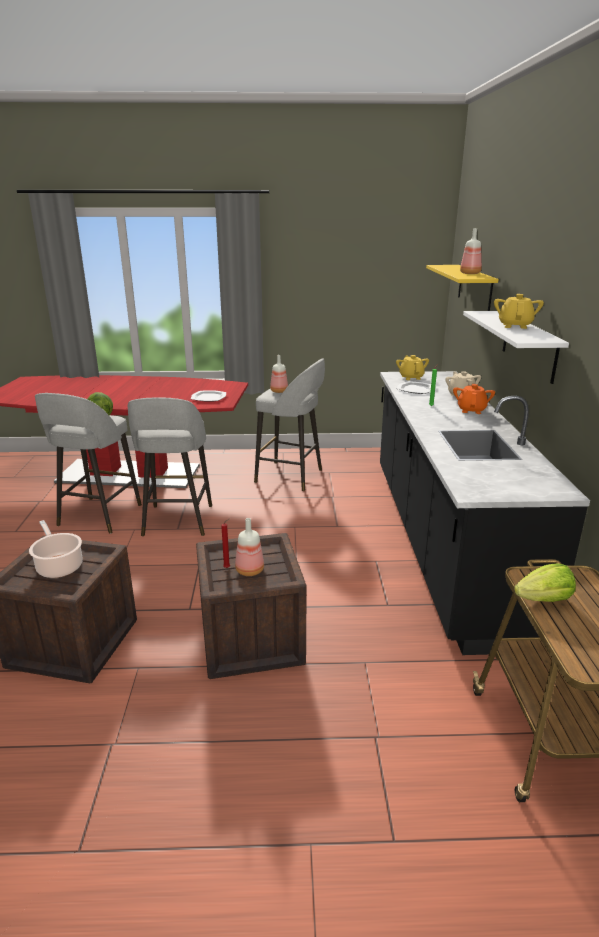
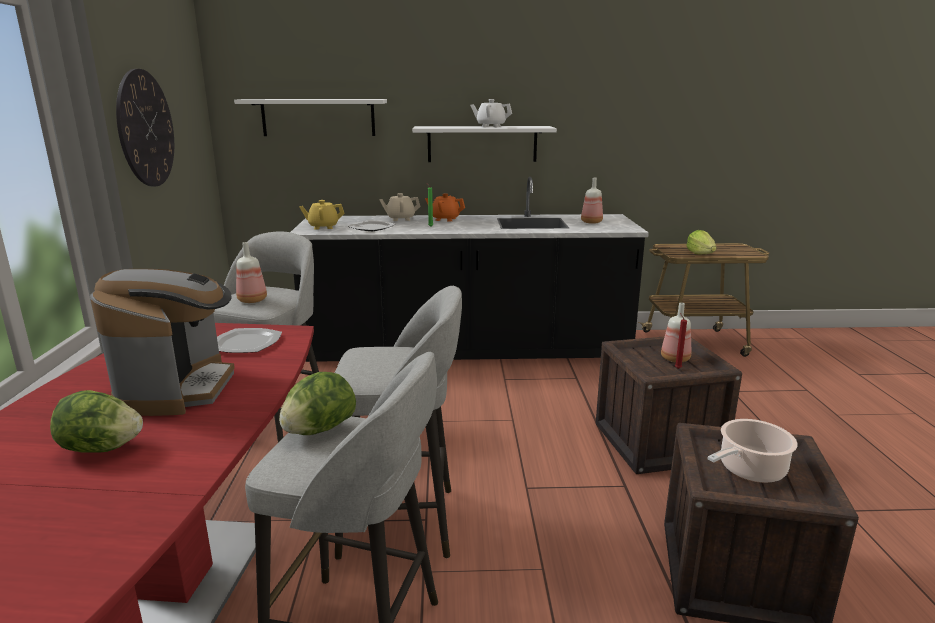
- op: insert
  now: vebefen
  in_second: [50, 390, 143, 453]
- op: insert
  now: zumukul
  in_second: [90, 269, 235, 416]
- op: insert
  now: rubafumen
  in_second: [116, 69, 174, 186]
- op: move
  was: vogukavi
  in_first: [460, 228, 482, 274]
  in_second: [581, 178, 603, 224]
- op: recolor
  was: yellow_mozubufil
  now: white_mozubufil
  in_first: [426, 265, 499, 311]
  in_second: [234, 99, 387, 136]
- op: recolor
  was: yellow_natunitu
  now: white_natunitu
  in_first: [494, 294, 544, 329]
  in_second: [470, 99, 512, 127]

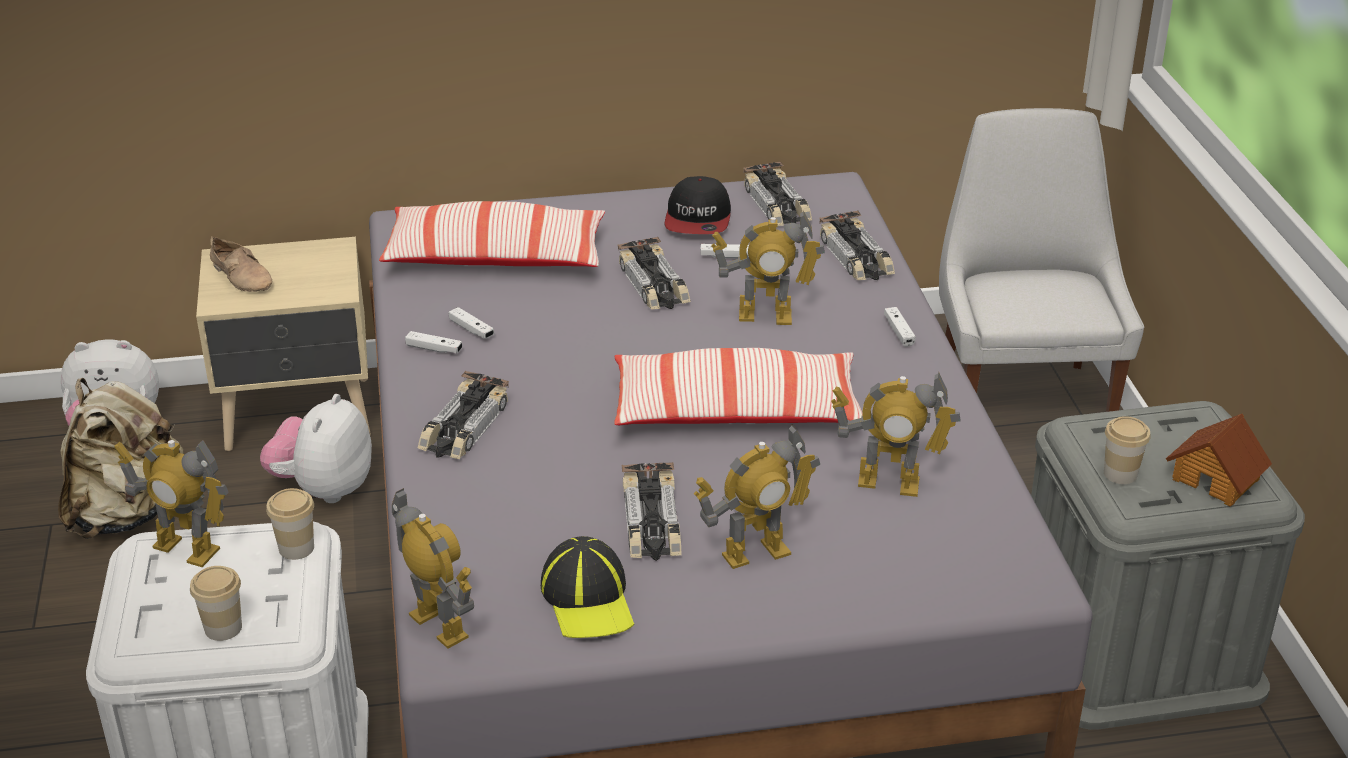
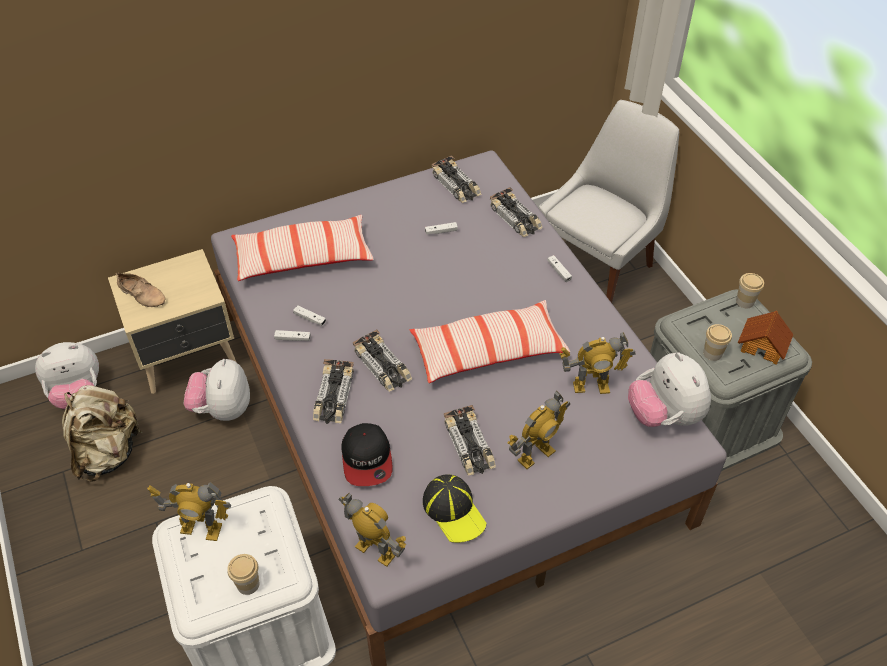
- op: delete
  was: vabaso
  in_first: [711, 210, 825, 325]
- op: insert
  now: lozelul
  in_second: [628, 352, 711, 427]
- op: move
  was: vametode
  in_first: [266, 488, 314, 560]
  in_second: [736, 273, 764, 308]
- op: move
  was: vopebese
  in_first: [618, 237, 691, 310]
  in_second: [352, 330, 412, 392]
- op: move
  was: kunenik
  in_first: [665, 176, 731, 234]
  in_second: [341, 423, 392, 486]
- op: rotate
  was: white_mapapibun
  in_first: [939, 108, 1144, 412]
  in_second: [539, 100, 679, 303]
  clockwise: 60

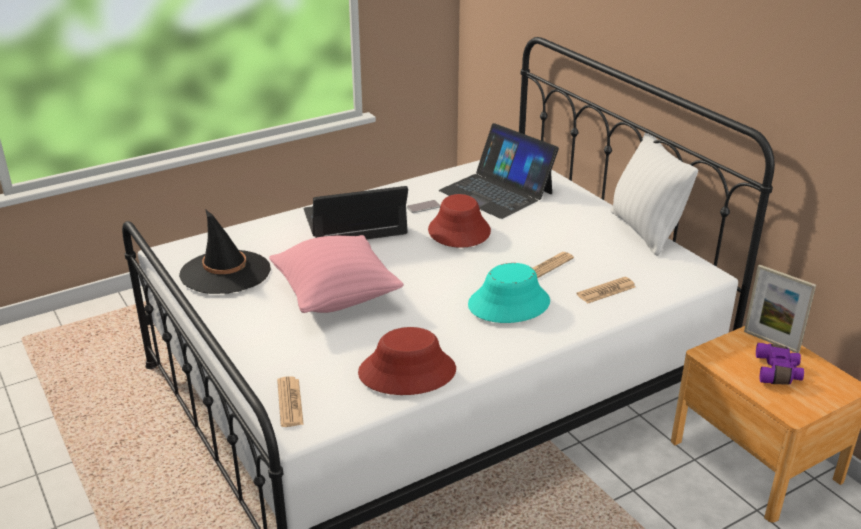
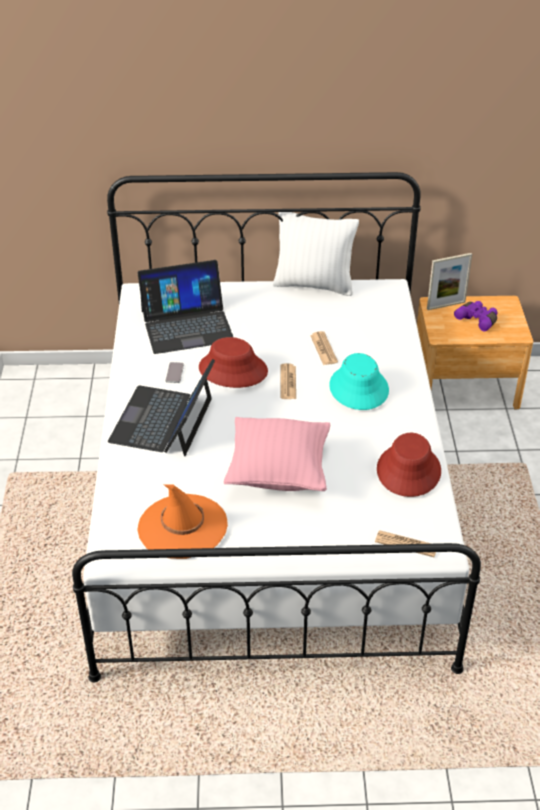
- op: move
  was: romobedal
  in_first: [577, 277, 636, 303]
  in_second: [281, 363, 296, 399]
- op: recolor
  was: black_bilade
  now: orange_bilade
  in_first: [179, 209, 271, 294]
  in_second: [137, 484, 228, 559]

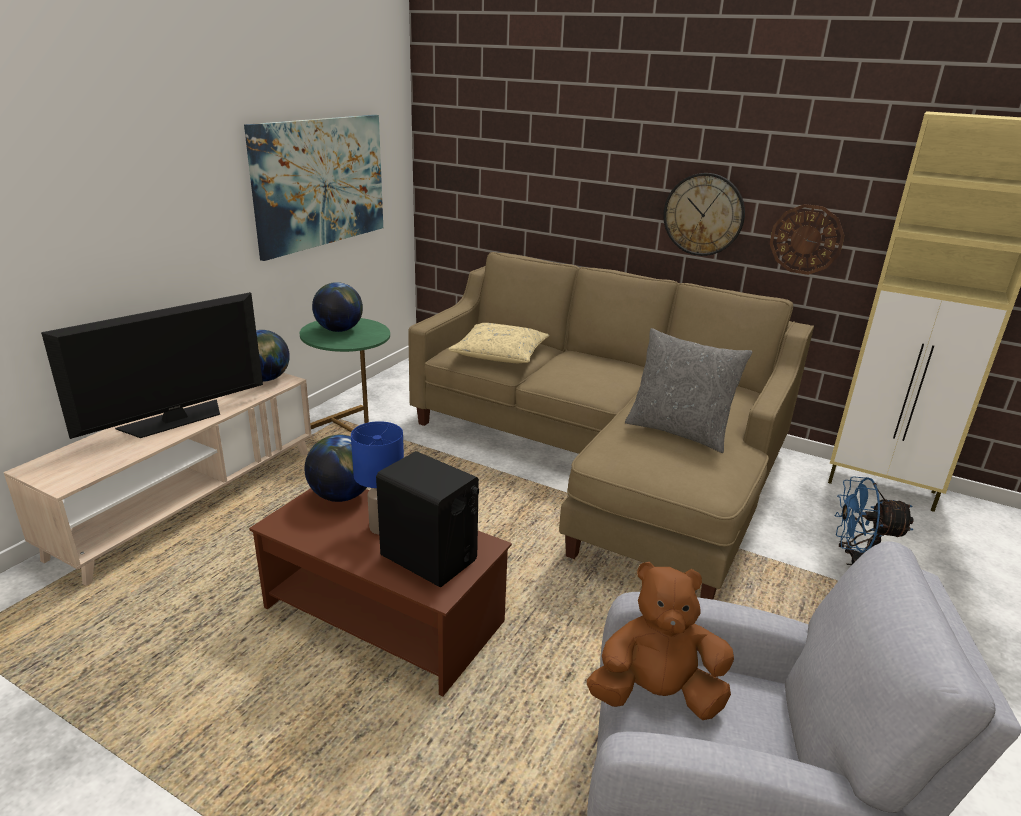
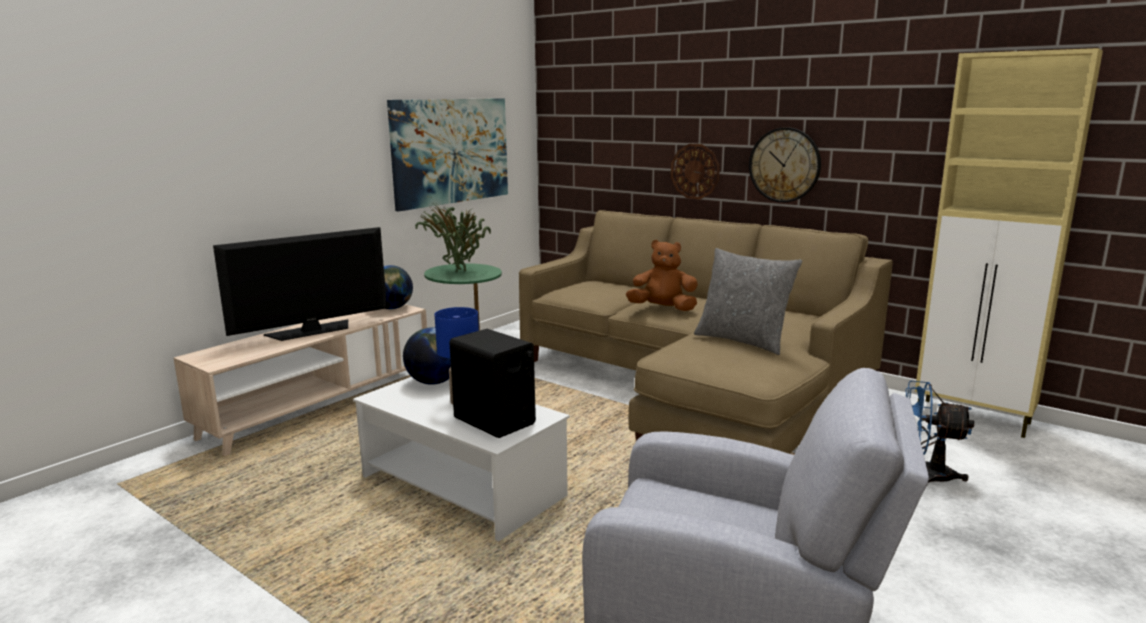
- op: delete
  was: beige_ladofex
  in_first: [448, 323, 549, 363]
- op: move
  was: brown_lozelul
  in_first: [587, 562, 734, 720]
  in_second: [626, 240, 698, 311]
- op: move
  was: rubafumen
  in_first: [770, 204, 845, 275]
  in_second: [671, 144, 720, 199]
- op: replace
  was: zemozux
  now: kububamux
  in_first: [312, 282, 363, 332]
  in_second: [415, 204, 491, 272]
- op: recolor
  was: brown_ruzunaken
  now: white_ruzunaken
  in_first: [249, 488, 512, 696]
  in_second: [353, 377, 570, 542]

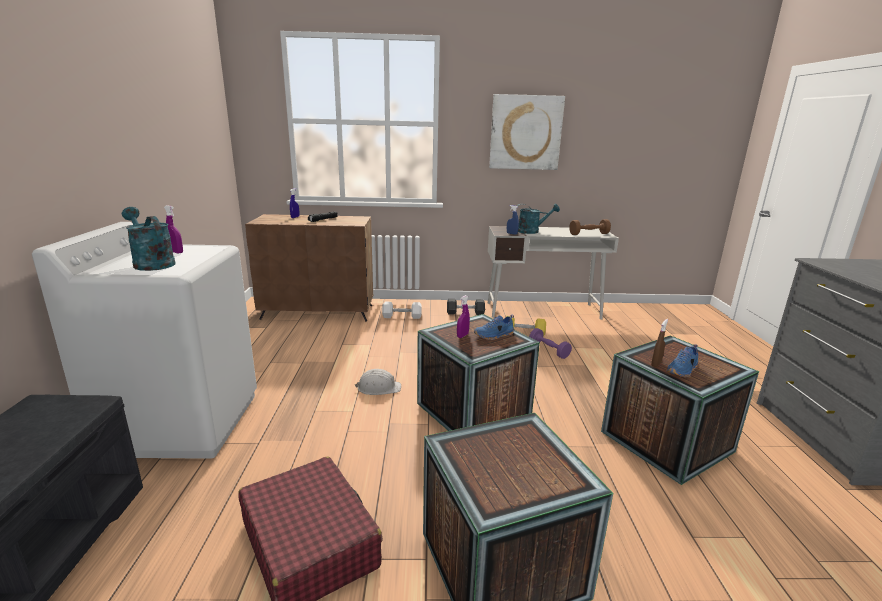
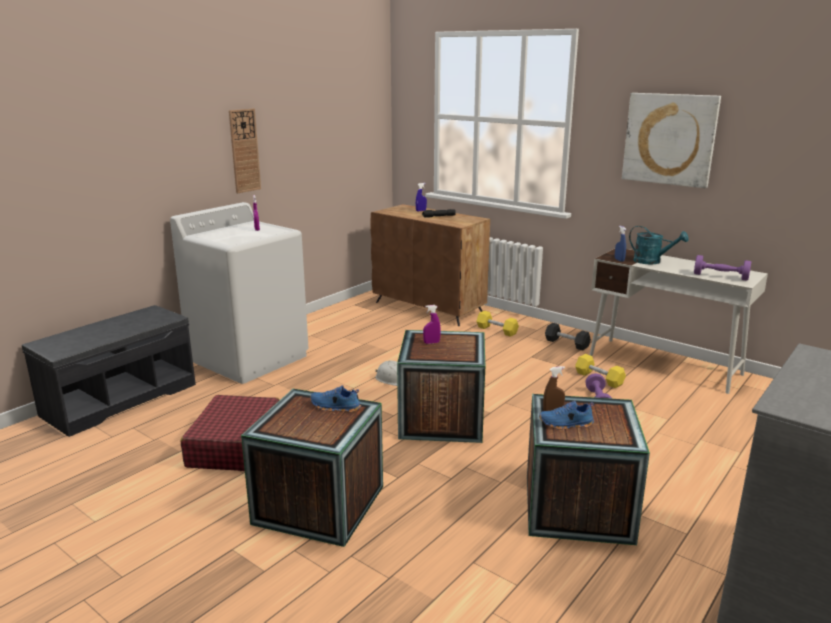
- op: delete
  was: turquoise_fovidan
  in_first: [122, 207, 176, 271]
- op: insert
  now: rubafumen
  in_second: [229, 109, 261, 193]
- op: move
  was: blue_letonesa
  in_first: [474, 315, 514, 340]
  in_second: [310, 385, 361, 412]
- op: recolor
  was: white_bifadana
  now: yellow_bifadana
  in_first: [382, 302, 422, 319]
  in_second: [476, 311, 519, 337]
- op: recolor
  was: brown_bifadana
  now: purple_bifadana
  in_first: [569, 219, 611, 235]
  in_second: [694, 255, 751, 281]

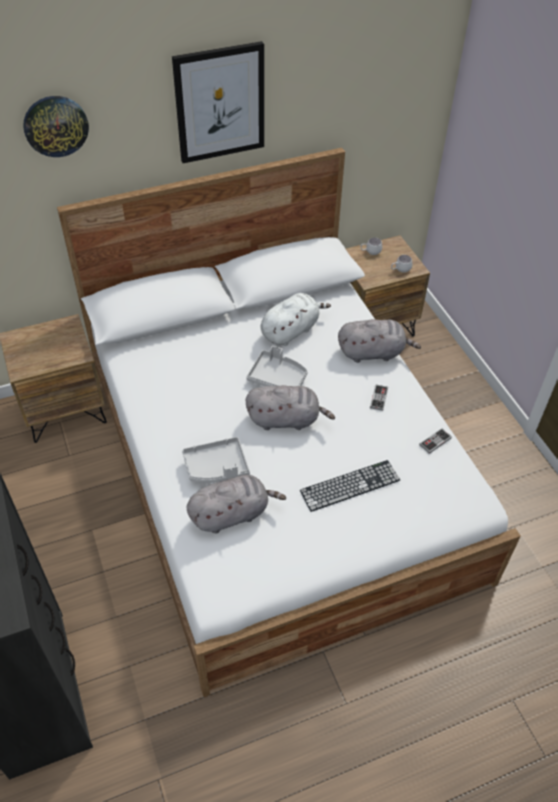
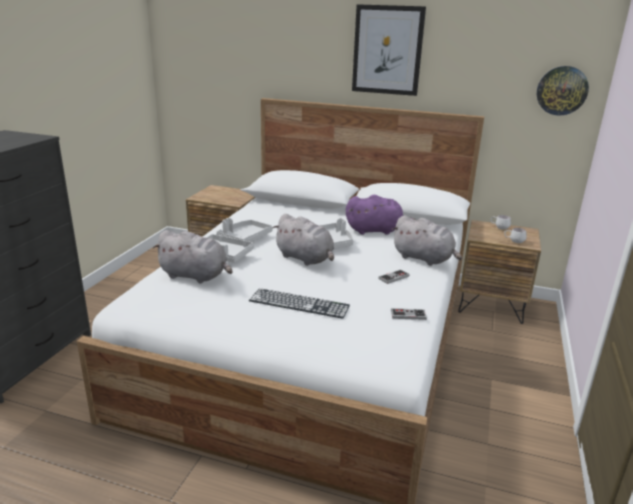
- op: insert
  now: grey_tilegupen
  in_second: [216, 218, 273, 242]
- op: move
  was: rubafumen
  in_first: [23, 96, 89, 157]
  in_second: [537, 66, 589, 116]
- op: recolor
  was: white_lozelul
  now: purple_lozelul
  in_first: [261, 293, 331, 346]
  in_second: [346, 195, 416, 235]

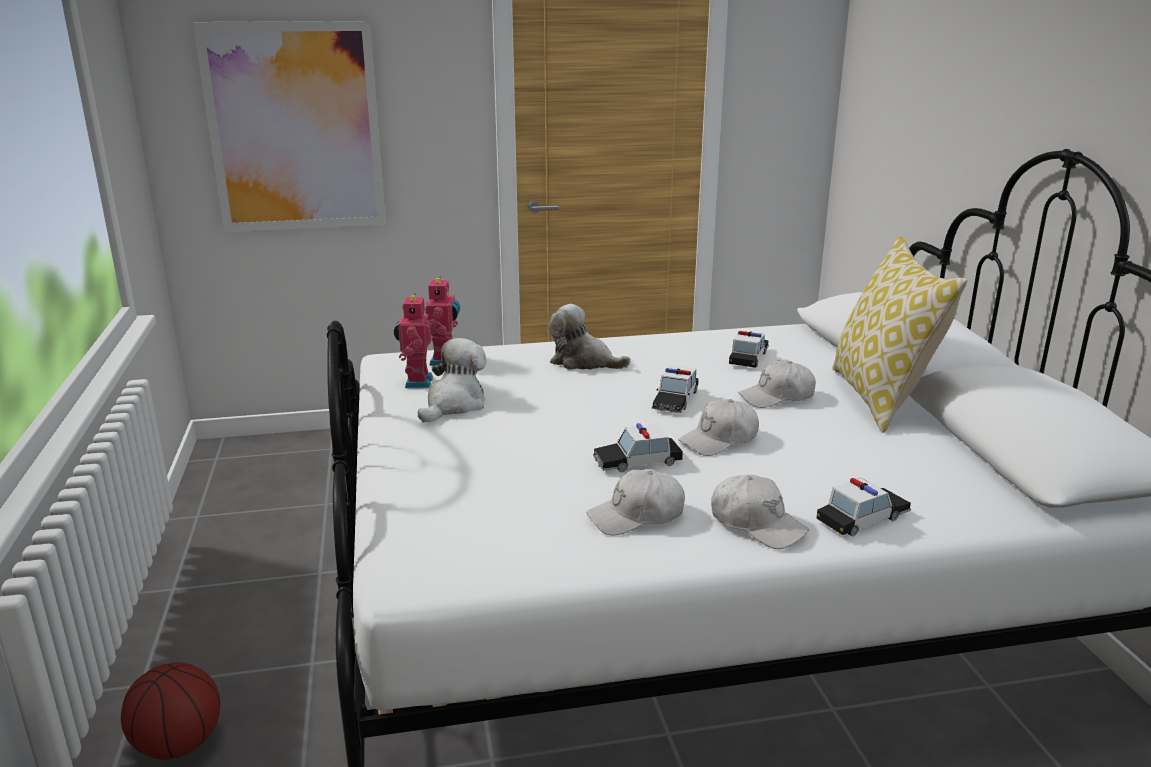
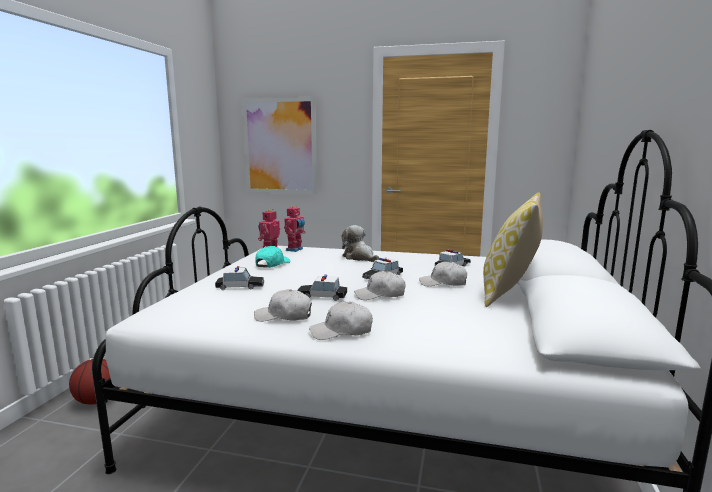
- op: move
  was: vopebese
  in_first: [816, 478, 911, 536]
  in_second: [215, 266, 264, 290]
- op: replace
  was: lozelul
  now: turquoise_kunenik
  in_first: [418, 338, 487, 422]
  in_second: [255, 246, 291, 268]
- op: rotate
  was: white_kunenik
  in_first: [711, 475, 809, 549]
  in_second: [309, 301, 373, 340]
  clockwise: 105

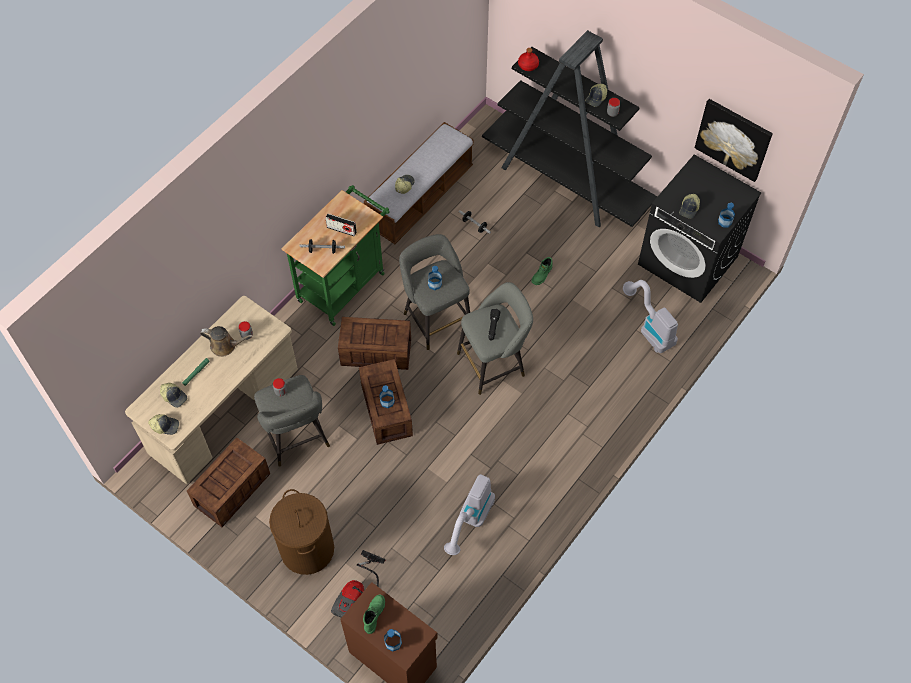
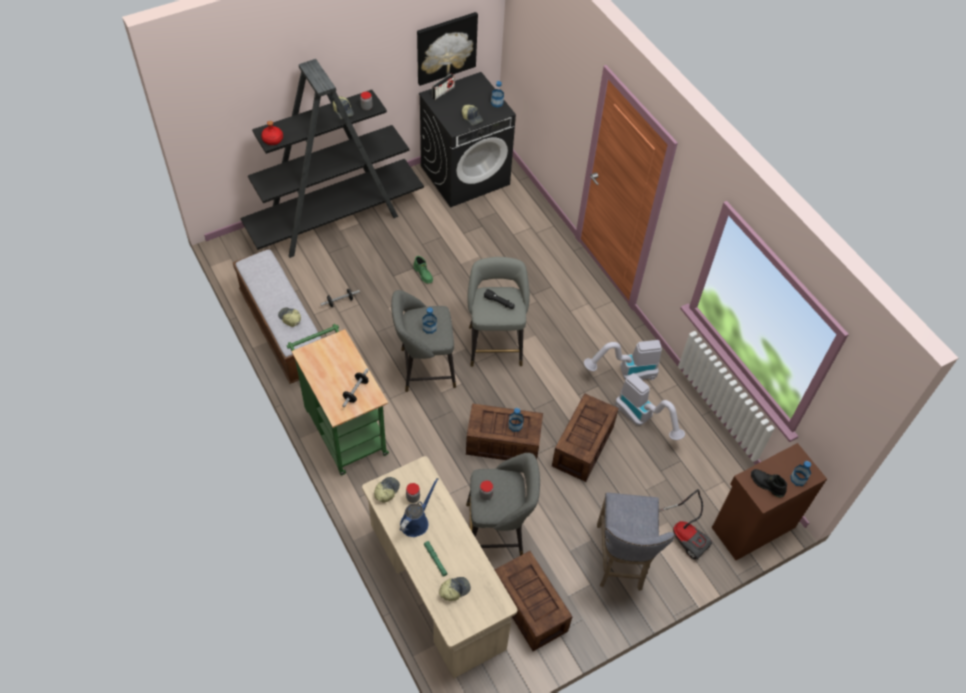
- op: move
  was: kunenik
  in_first: [148, 414, 179, 435]
  in_second: [374, 477, 400, 503]
- op: move
  was: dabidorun
  in_first: [325, 214, 357, 236]
  in_second: [432, 74, 455, 100]
- op: move
  was: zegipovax
  in_first: [338, 317, 411, 370]
  in_second: [552, 393, 619, 482]
- op: move
  was: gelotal
  in_first: [623, 280, 678, 353]
  in_second: [584, 340, 662, 380]
- op: replace
  was: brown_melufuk
  now: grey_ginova
  in_first: [269, 489, 334, 575]
  in_second: [597, 493, 675, 591]
- op: recolor
  was: brown_fovidan
  now: blue_fovidan
  in_first: [200, 326, 253, 357]
  in_second: [400, 478, 438, 537]
- op: recolor
  was: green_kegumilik
  now: black_kegumilik
  in_first: [363, 594, 385, 634]
  in_second: [751, 469, 787, 497]

